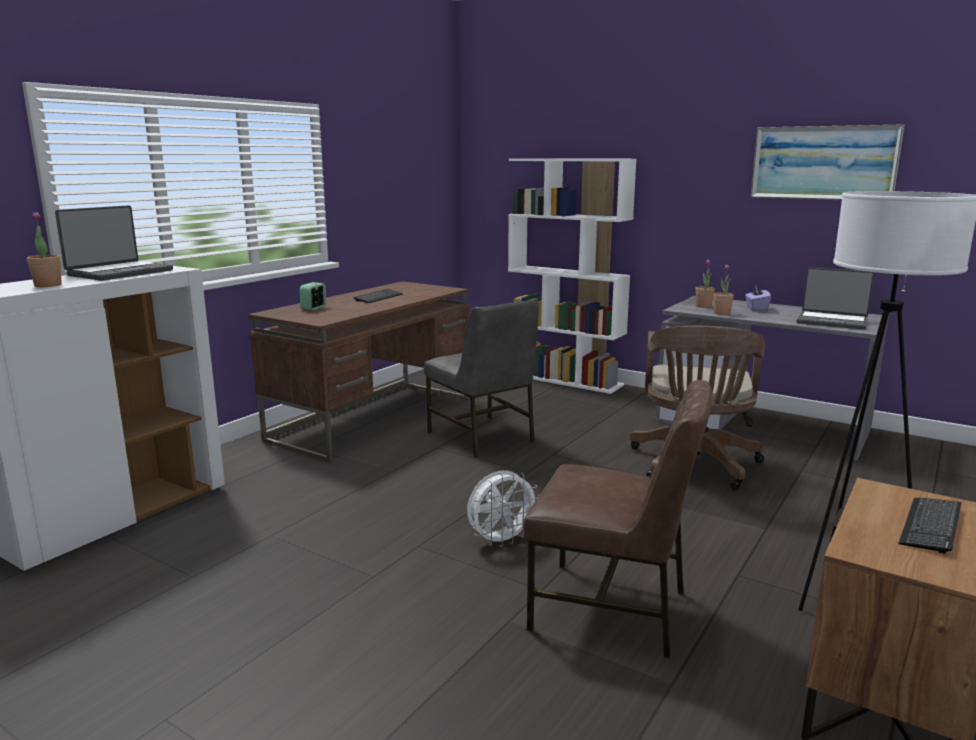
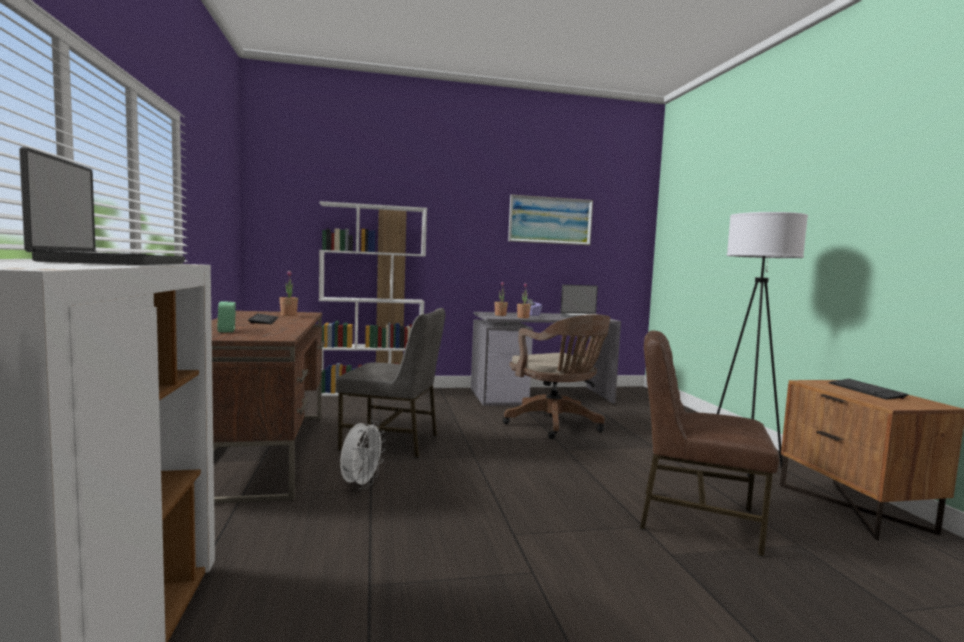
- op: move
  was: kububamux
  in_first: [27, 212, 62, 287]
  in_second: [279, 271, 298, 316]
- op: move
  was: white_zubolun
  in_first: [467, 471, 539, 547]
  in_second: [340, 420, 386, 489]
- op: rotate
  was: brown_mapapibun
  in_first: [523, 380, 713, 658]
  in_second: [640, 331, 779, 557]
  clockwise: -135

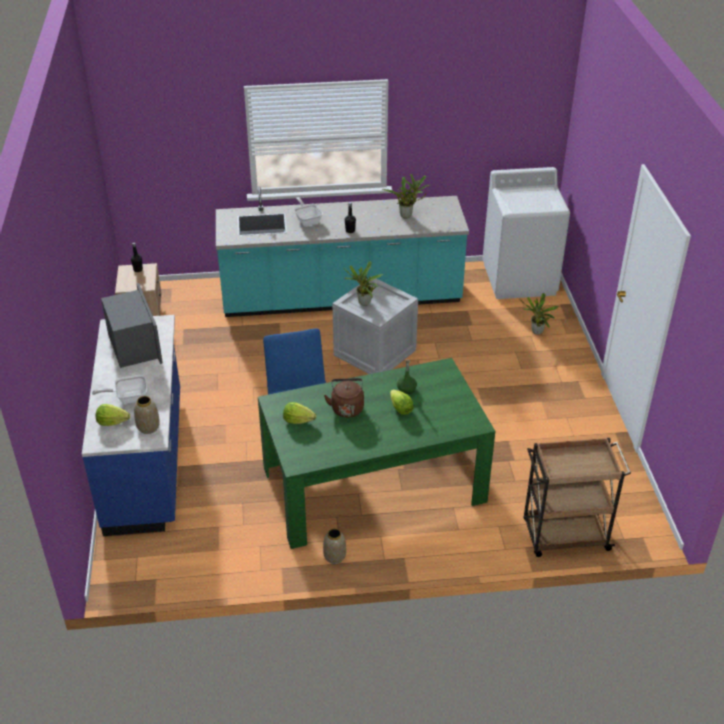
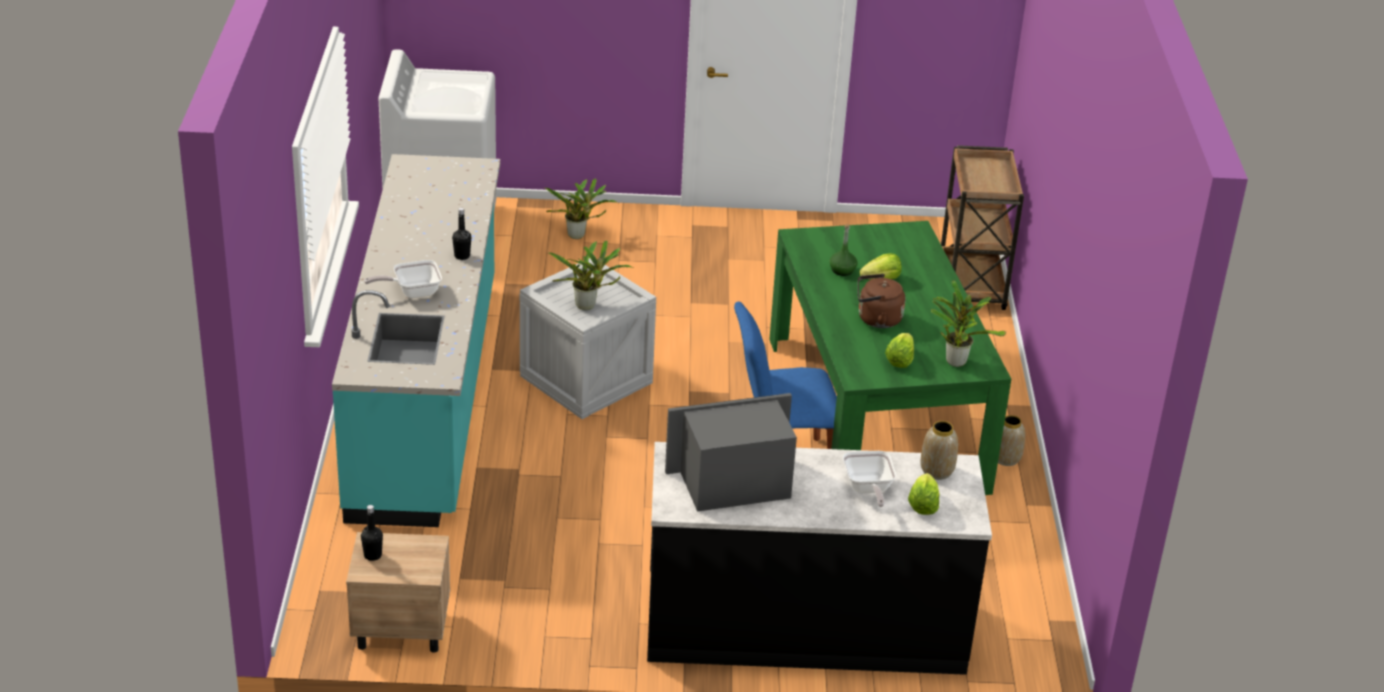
- op: move
  was: kububamux
  in_first: [382, 174, 430, 218]
  in_second: [931, 280, 1006, 367]
- op: recolor
  was: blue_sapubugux
  now: black_sapubugux
  in_first: [82, 315, 180, 536]
  in_second: [647, 442, 992, 675]

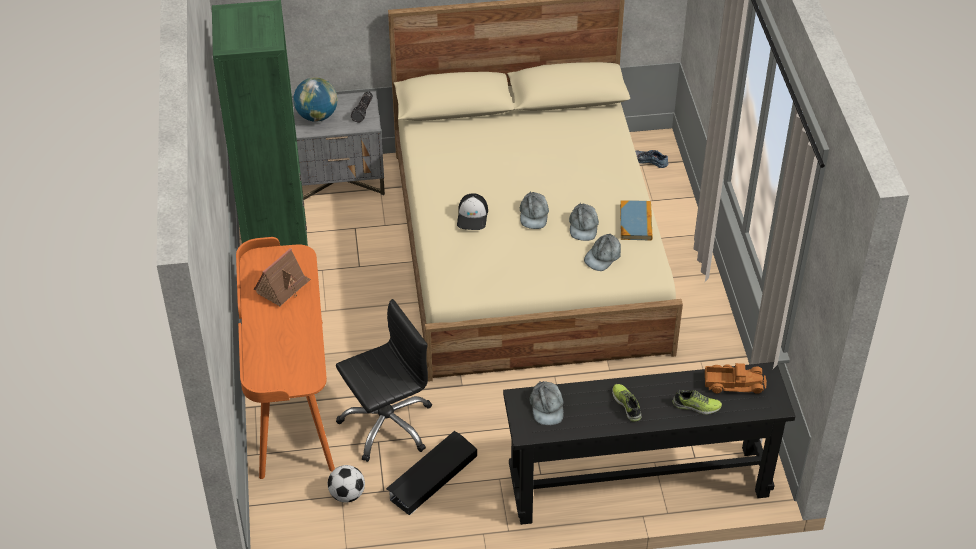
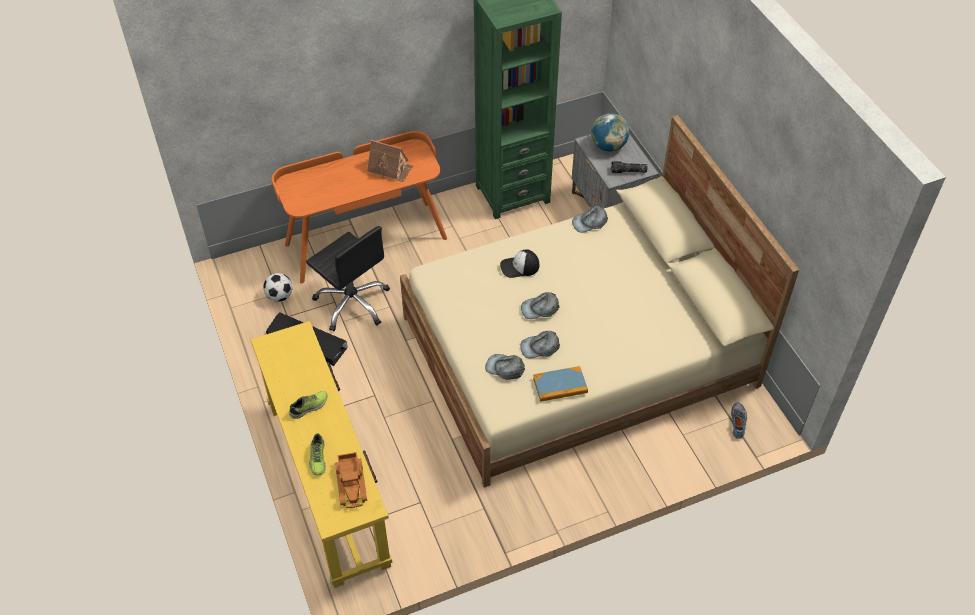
- op: move
  was: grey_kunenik
  in_first: [529, 381, 564, 425]
  in_second: [572, 206, 608, 233]
- op: recolor
  was: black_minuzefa
  now: yellow_minuzefa
  in_first: [503, 362, 796, 525]
  in_second: [251, 321, 392, 588]

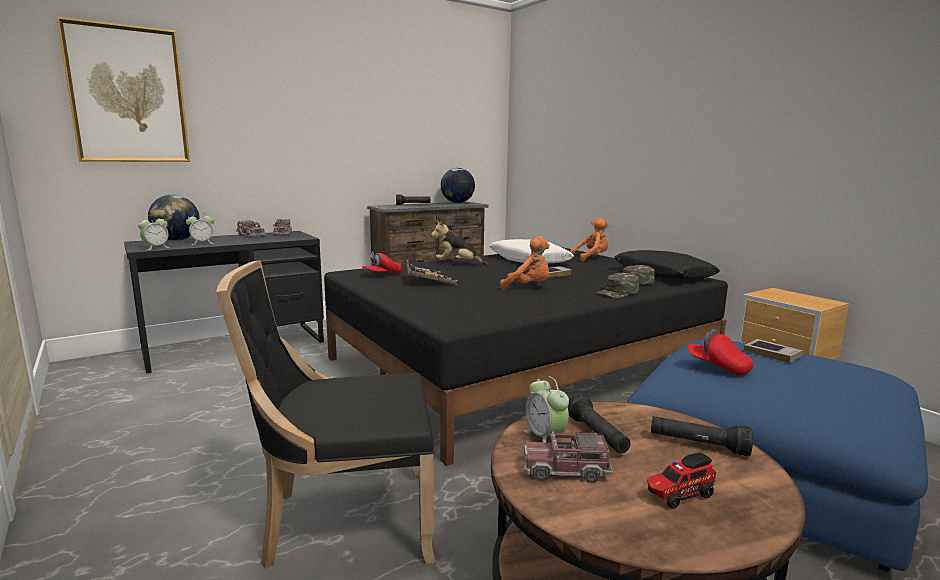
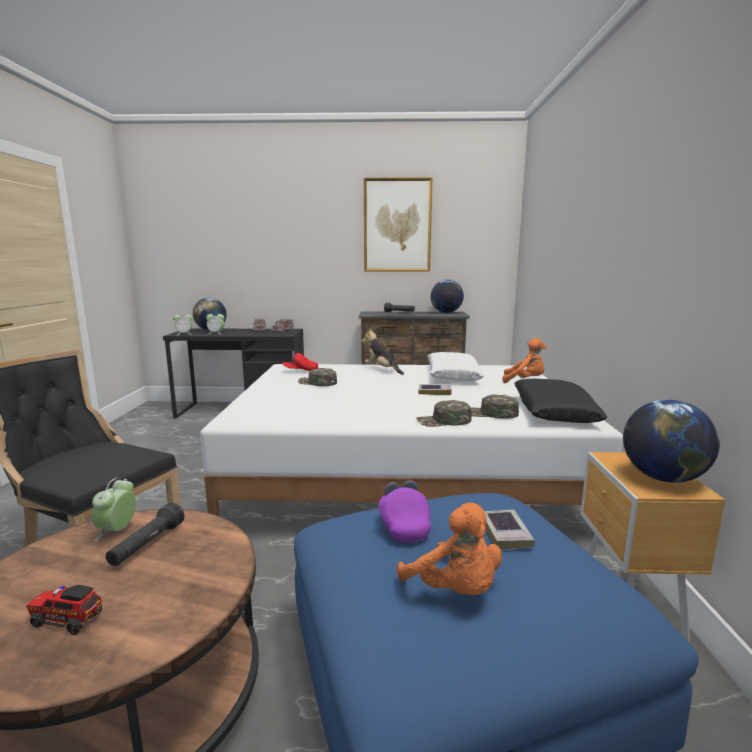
- op: delete
  was: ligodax
  in_first: [523, 431, 613, 483]
- op: delete
  was: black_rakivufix
  in_first: [651, 416, 753, 457]
- op: insert
  now: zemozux
  in_second: [623, 399, 720, 483]
- op: move
  was: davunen
  in_first: [57, 17, 190, 162]
  in_second: [364, 177, 433, 271]
- op: move
  was: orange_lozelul
  in_first: [500, 236, 550, 289]
  in_second: [397, 502, 502, 595]
- op: replace
  was: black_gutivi
  now: green_kunenik
  in_first: [407, 259, 459, 286]
  in_second: [298, 368, 337, 386]
- op: recolor
  was: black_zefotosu
  now: white_zefotosu
  in_first: [324, 247, 728, 466]
  in_second: [200, 364, 623, 544]
- op: recolor
  was: red_kunenik
  now: purple_kunenik
  in_first: [687, 329, 753, 375]
  in_second: [379, 480, 431, 543]

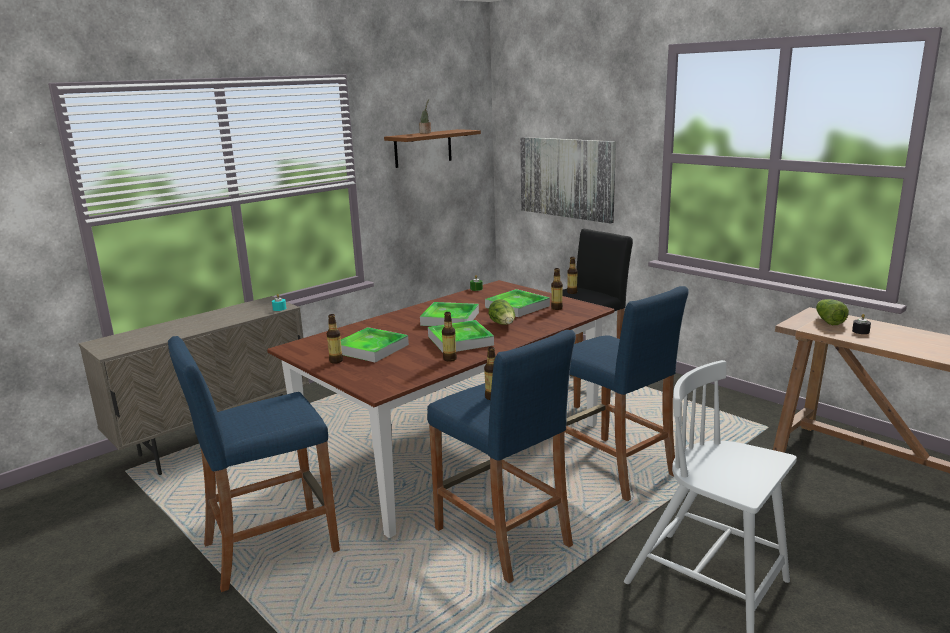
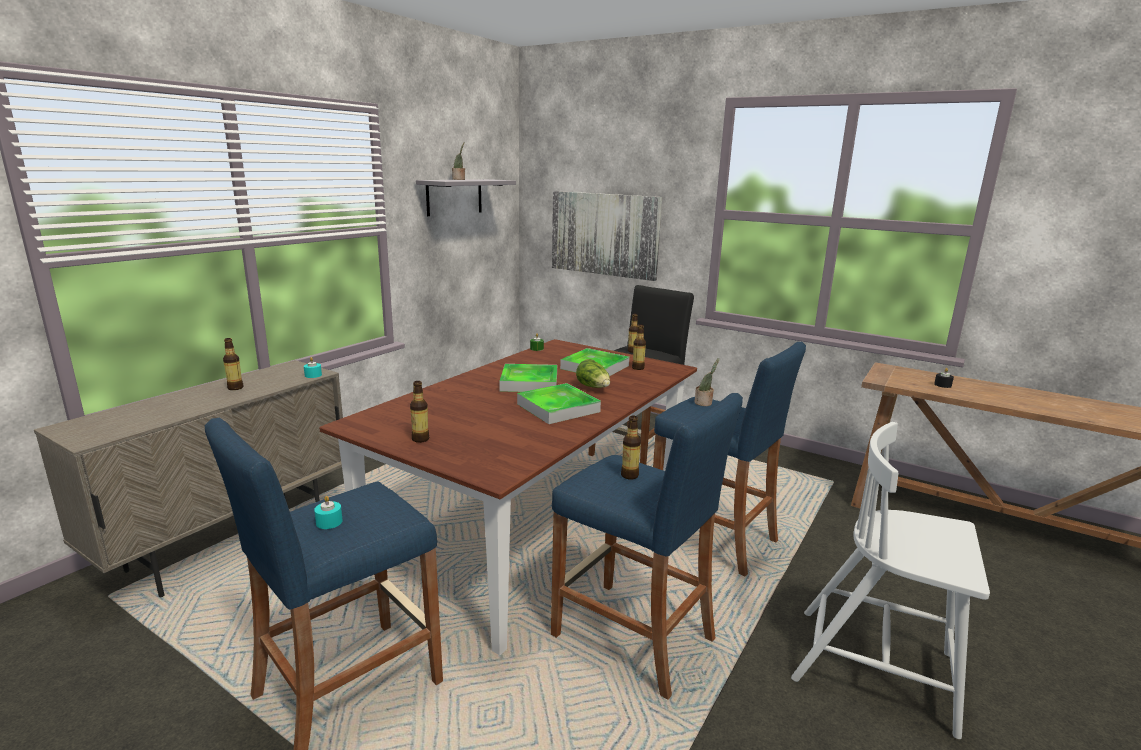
- op: delete
  was: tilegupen
  in_first: [341, 327, 409, 362]
- op: delete
  was: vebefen
  in_first: [816, 299, 849, 325]
- op: insert
  now: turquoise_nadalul
  in_second: [314, 496, 343, 529]
- op: insert
  now: kububamux
  in_second: [695, 358, 719, 406]
- op: move
  was: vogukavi
  in_first: [442, 312, 457, 362]
  in_second: [223, 338, 243, 390]
- op: recolor
  was: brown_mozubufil
  now: grey_mozubufil
  in_first: [384, 129, 481, 168]
  in_second: [416, 179, 516, 216]

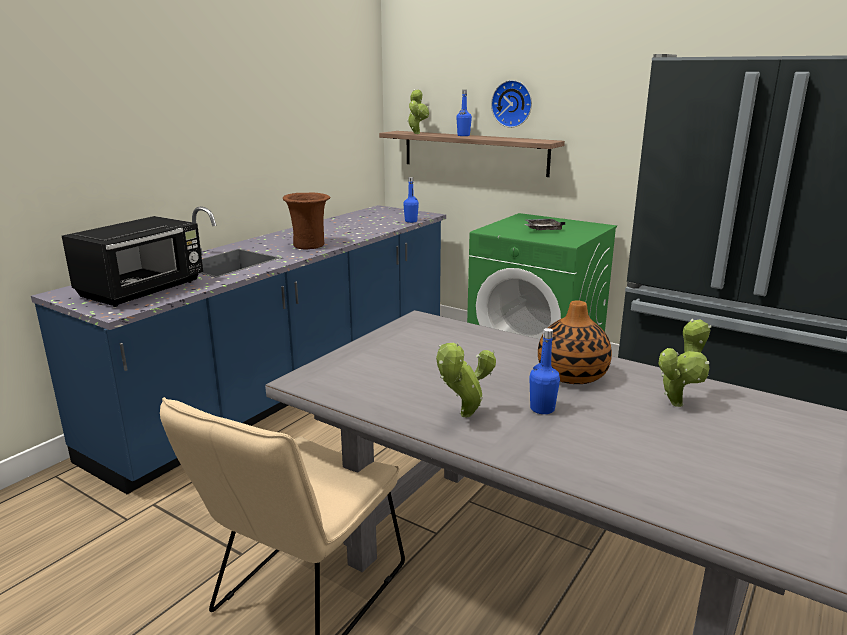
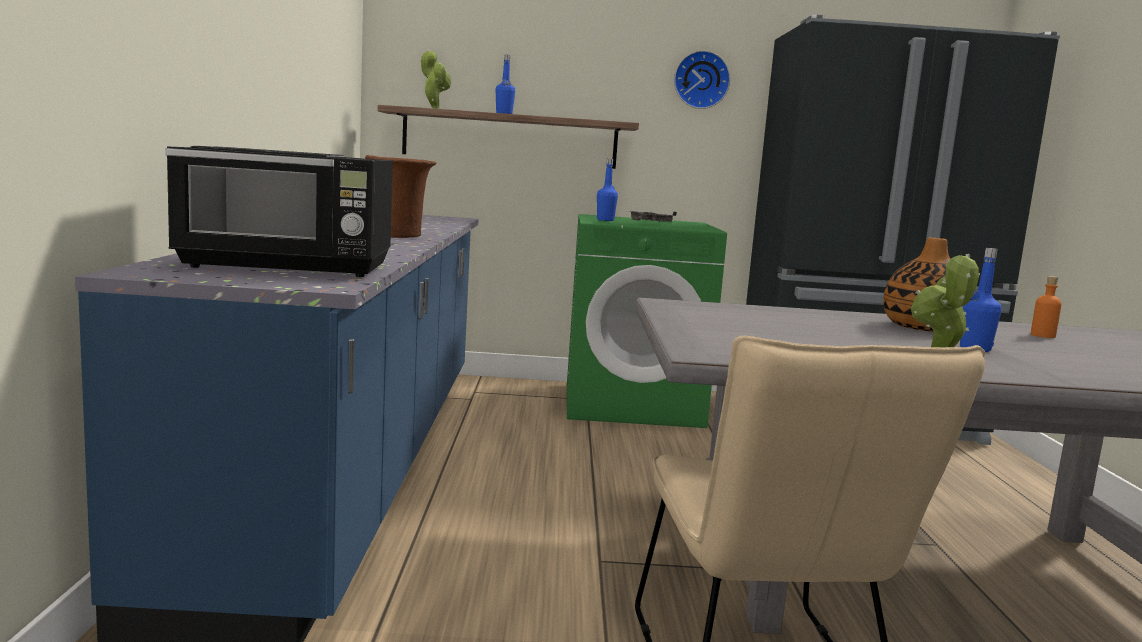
- op: move
  was: blue_vogukavi
  in_first: [403, 177, 419, 223]
  in_second: [597, 159, 618, 221]
- op: move
  was: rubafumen
  in_first: [491, 80, 532, 128]
  in_second: [674, 50, 730, 109]
- op: replace
  was: kububamux
  now: orange_vogukavi
  in_first: [658, 319, 711, 407]
  in_second: [1031, 276, 1061, 338]
- op: rotate
  was: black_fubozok
  in_first: [62, 216, 203, 307]
  in_second: [165, 146, 393, 277]
  clockwise: 90

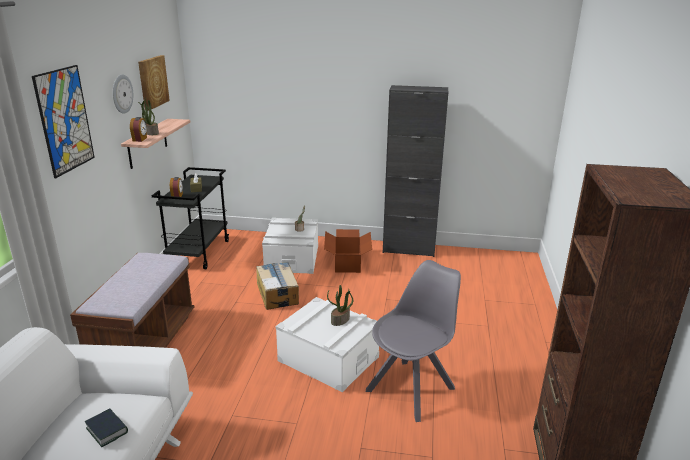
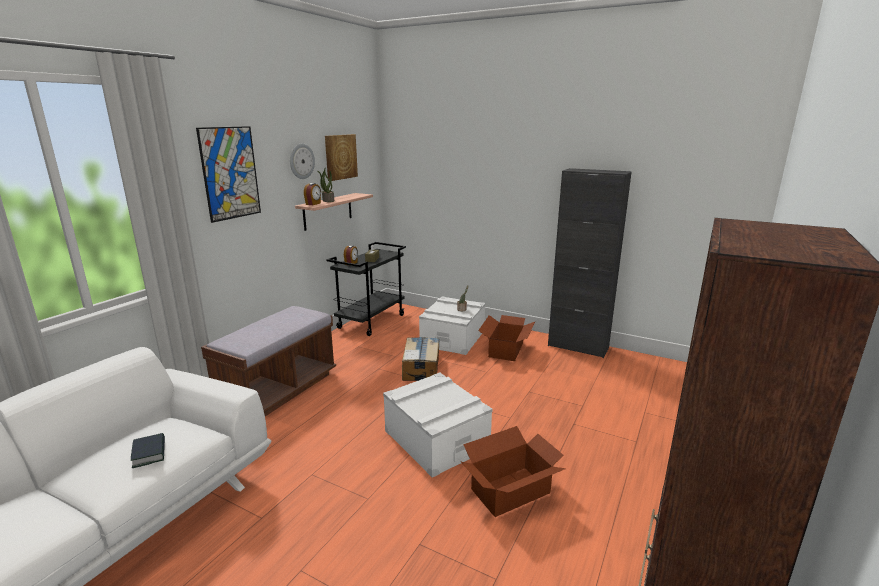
- op: delete
  was: kububamux
  in_first: [327, 285, 353, 326]
- op: replace
  was: grey_mapapibun
  now: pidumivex
  in_first: [366, 260, 461, 422]
  in_second: [461, 426, 566, 517]

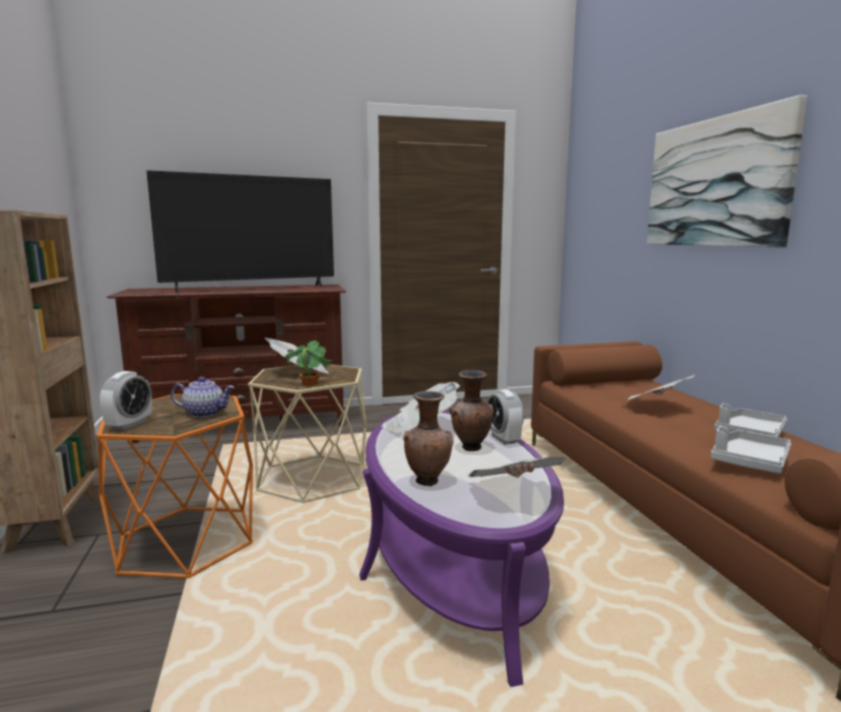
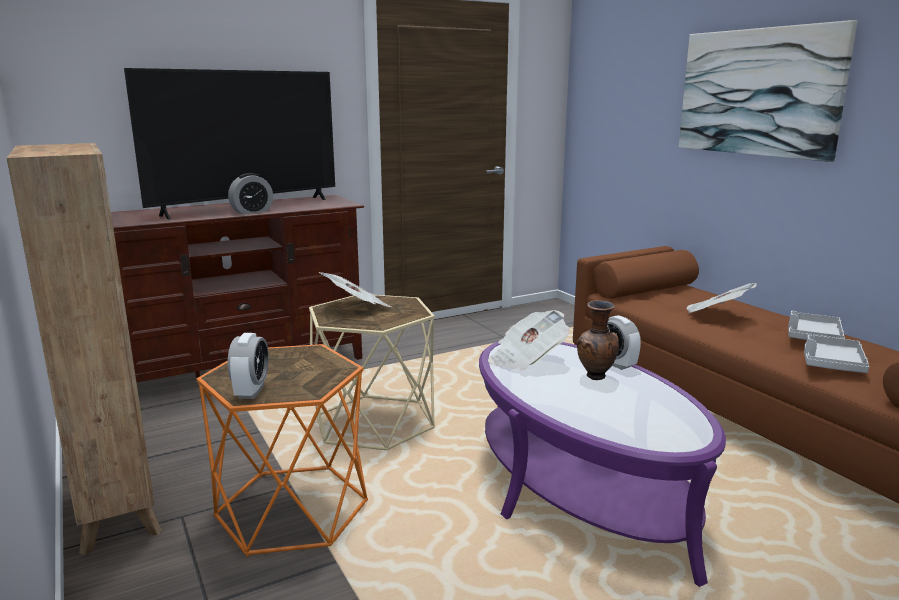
- op: delete
  was: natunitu
  in_first: [171, 377, 234, 417]
- op: delete
  was: kububamux
  in_first: [285, 340, 332, 386]
- op: delete
  was: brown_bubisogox
  in_first: [404, 391, 454, 487]
- op: delete
  was: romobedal
  in_first: [468, 457, 567, 478]
- op: insert
  now: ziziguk
  in_second: [228, 173, 273, 214]

